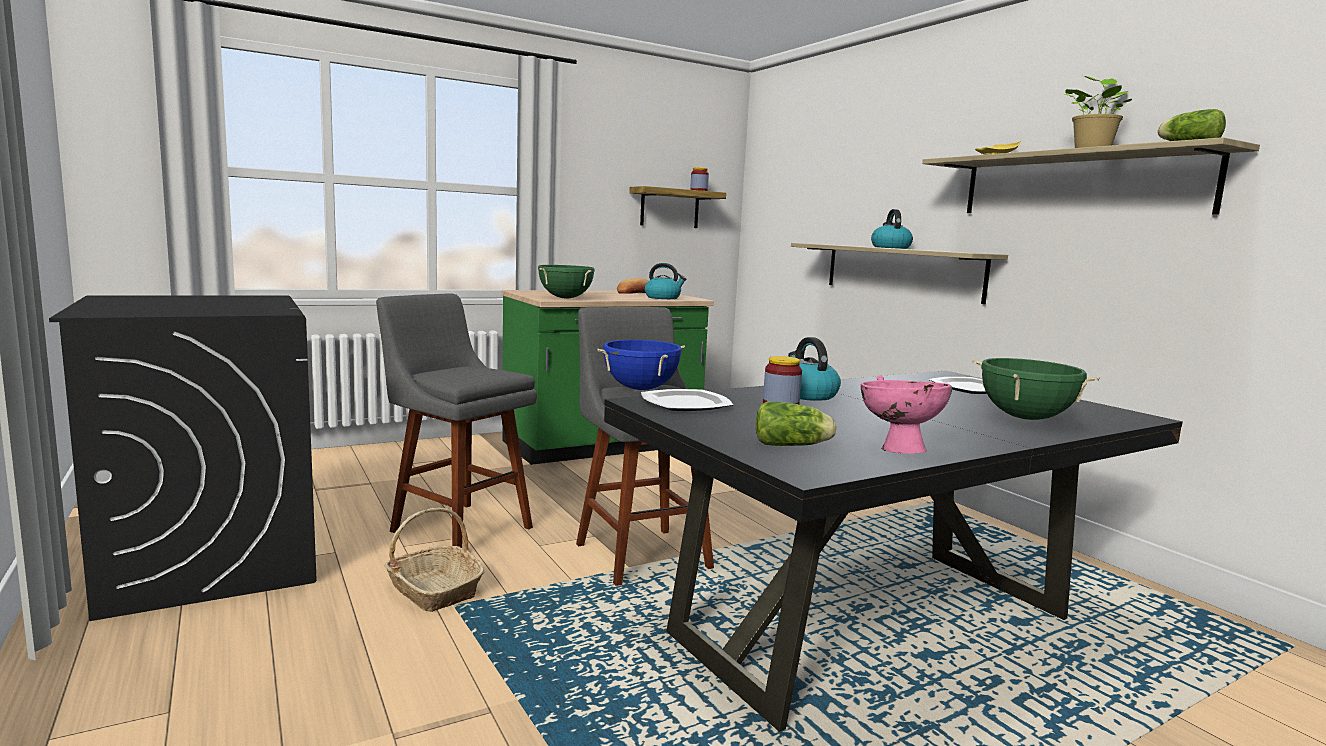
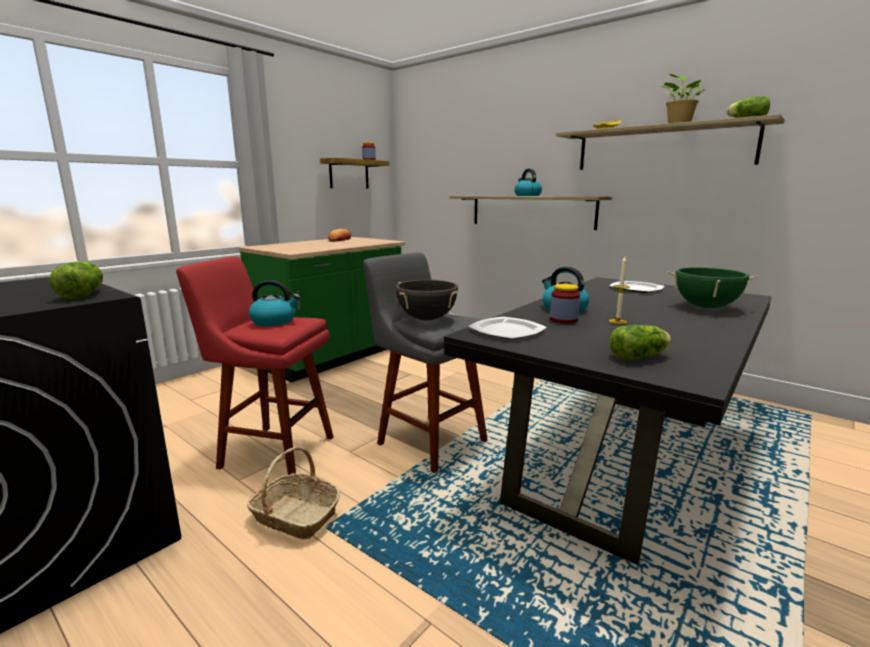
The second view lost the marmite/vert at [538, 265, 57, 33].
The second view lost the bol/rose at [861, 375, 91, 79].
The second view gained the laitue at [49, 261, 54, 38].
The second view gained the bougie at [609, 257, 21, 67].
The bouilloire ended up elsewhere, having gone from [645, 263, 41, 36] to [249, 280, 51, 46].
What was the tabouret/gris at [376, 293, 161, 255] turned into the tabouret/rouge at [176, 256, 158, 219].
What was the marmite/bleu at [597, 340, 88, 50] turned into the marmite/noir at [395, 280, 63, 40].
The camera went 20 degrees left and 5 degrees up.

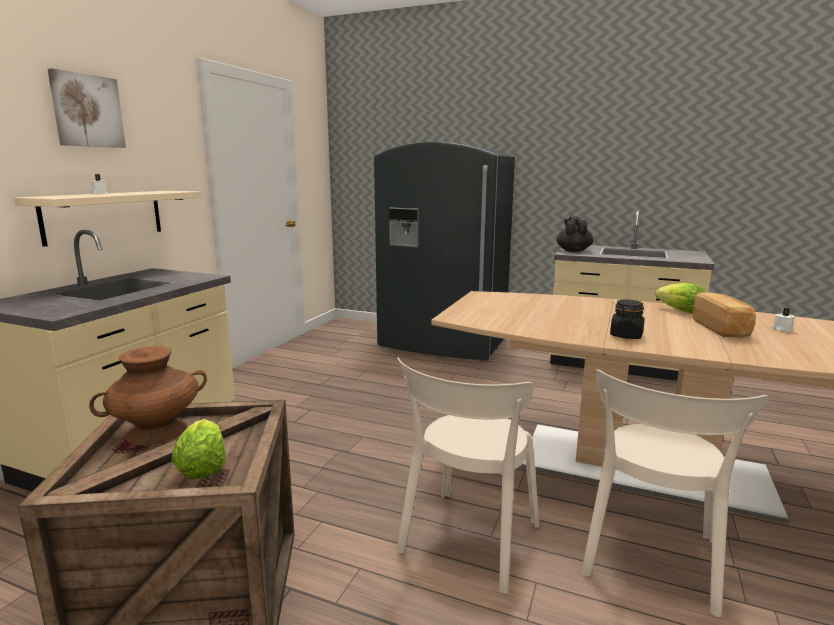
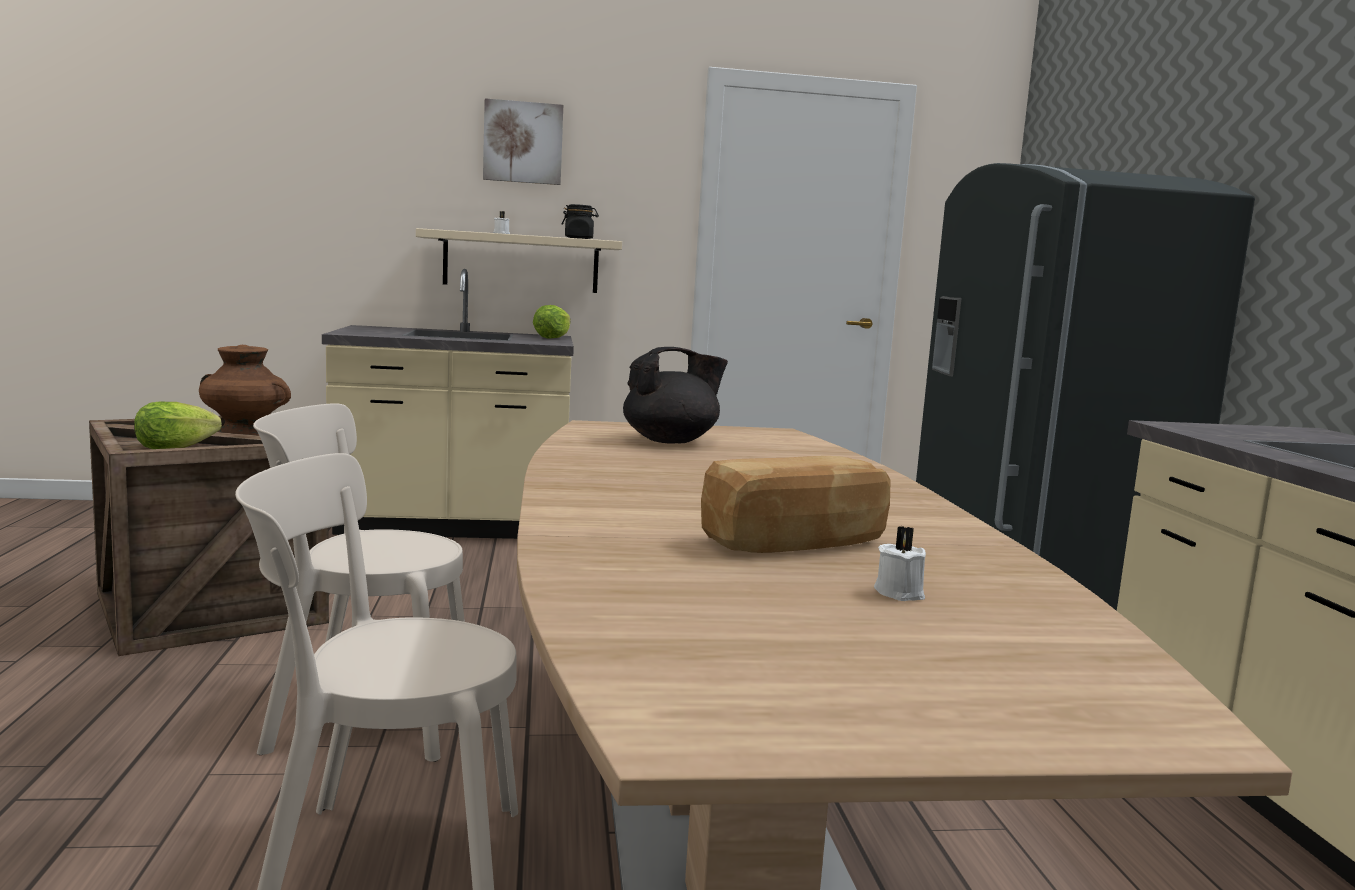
The théière/noir ended up elsewhere, having gone from [557, 217, 37, 35] to [623, 347, 105, 97].
The bocal/noir ended up elsewhere, having gone from [610, 300, 34, 39] to [562, 204, 37, 35].
The laitue ended up elsewhere, having gone from [655, 283, 51, 30] to [533, 305, 38, 34].
The camera went 60 degrees right and 5 degrees down.

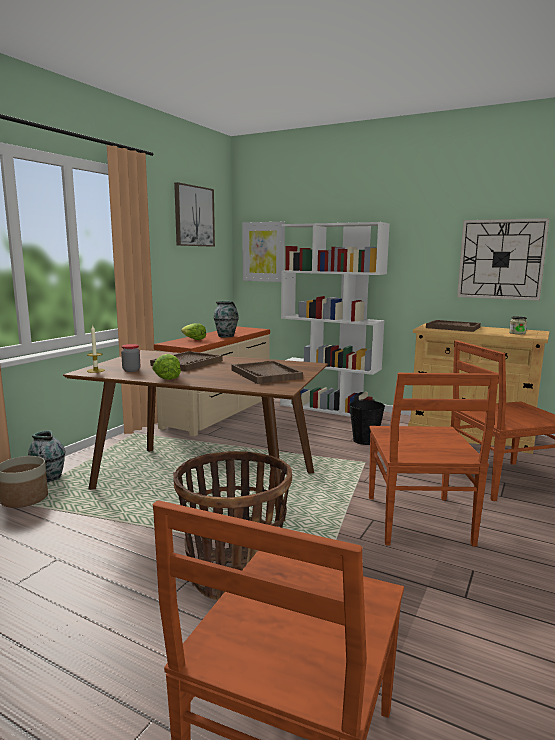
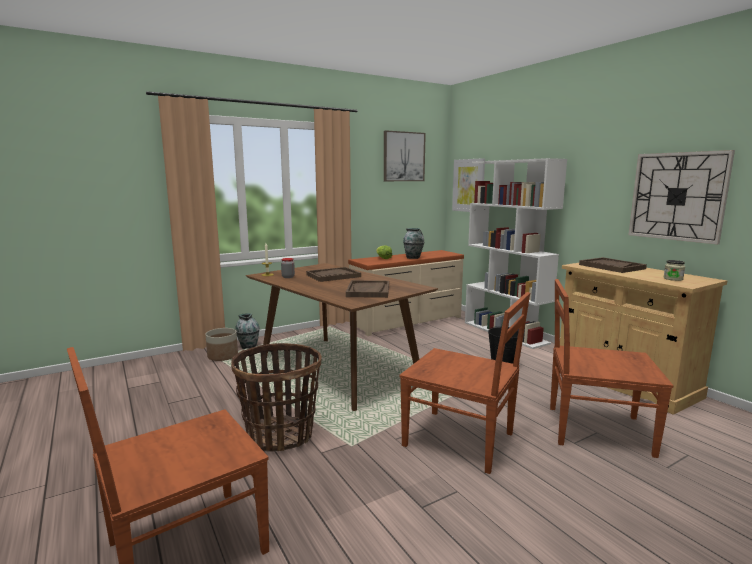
The second view lost the laitue at [153, 354, 28, 26].
The chaise/marron at [369, 373, 130, 174] ended up facing another way, 90 degrees counterclockwise from before.
The camera went 30 degrees right and 0 degrees up.

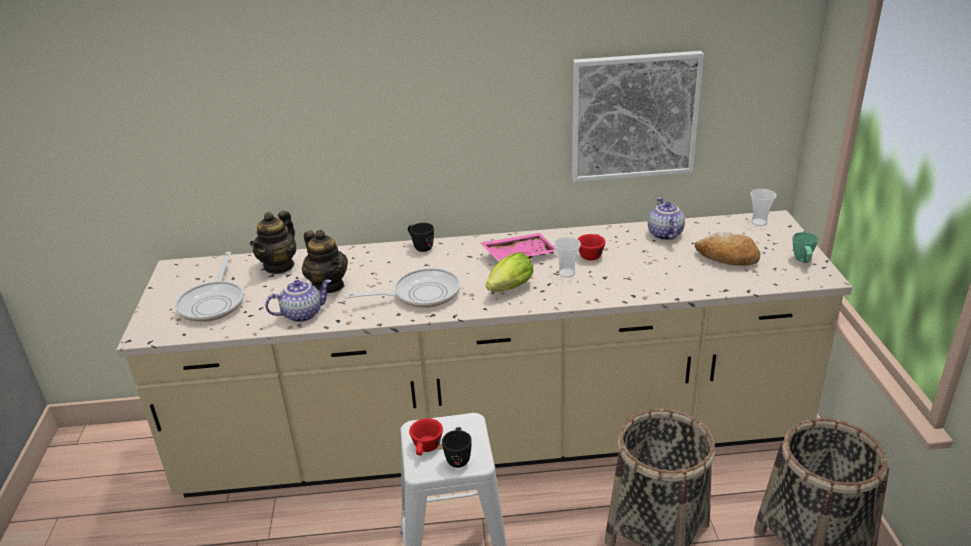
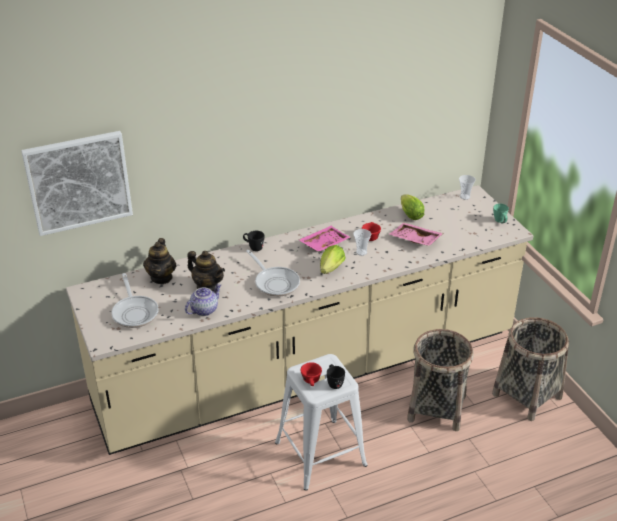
The second view lost the pain at [695, 232, 65, 34].
The second view gained the plateau/rose at [389, 223, 55, 23].
The tableau ended up elsewhere, having gone from [572, 51, 132, 131] to [21, 131, 112, 105].
Where the théière stood at [648, 198, 37, 42], the laitue came to stand at [401, 194, 23, 26].
The poêle at [345, 268, 115, 40] ended up facing another way, 90 degrees clockwise from before.
The camera went 20 degrees left and 5 degrees up.

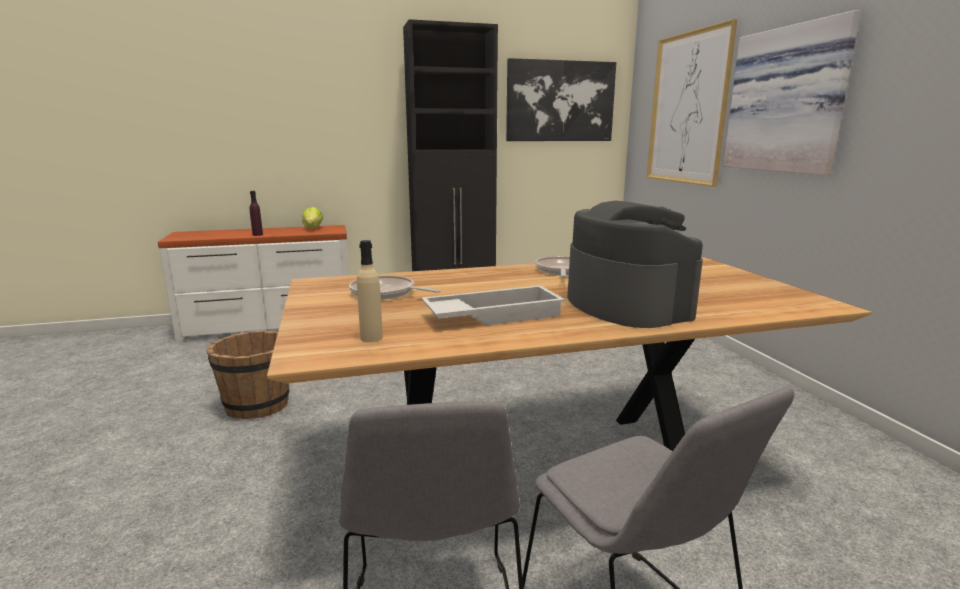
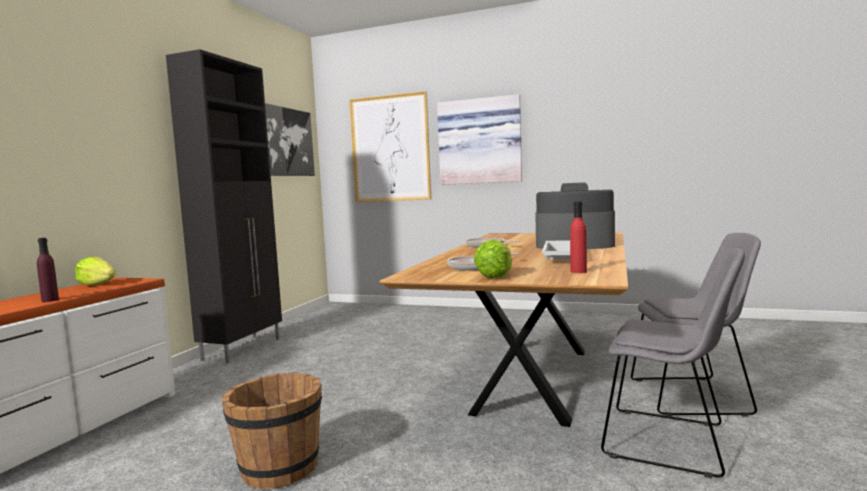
The second view gained the laitue at [474, 240, 38, 38].
What was the bouteille/beige at [357, 240, 26, 102] turned into the bouteille/rouge at [570, 201, 17, 72].
The camera went 55 degrees left and 10 degrees down.

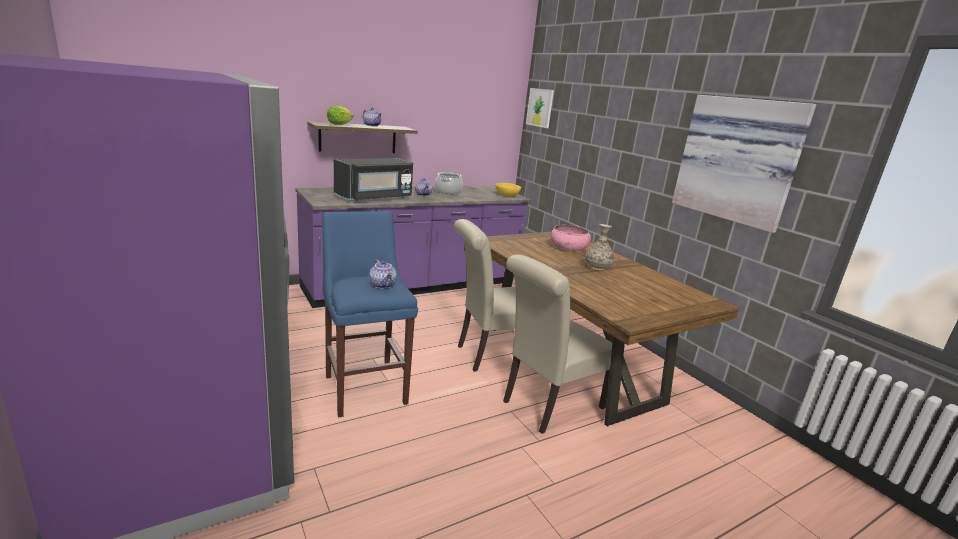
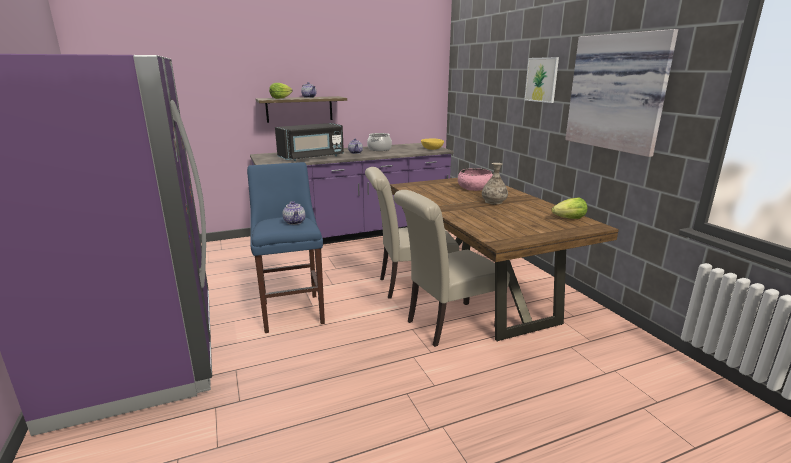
The second view gained the laitue at [551, 198, 36, 21].
The tableau ended up elsewhere, having gone from [526, 88, 28, 40] to [524, 57, 35, 46].
The camera went 10 degrees right and 0 degrees up.

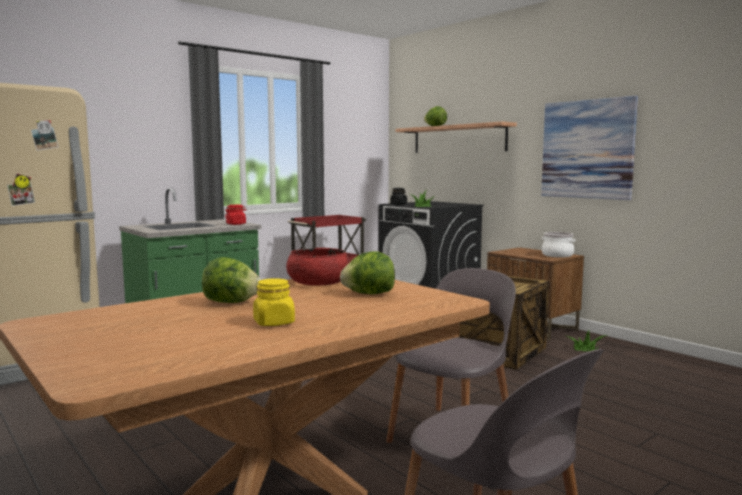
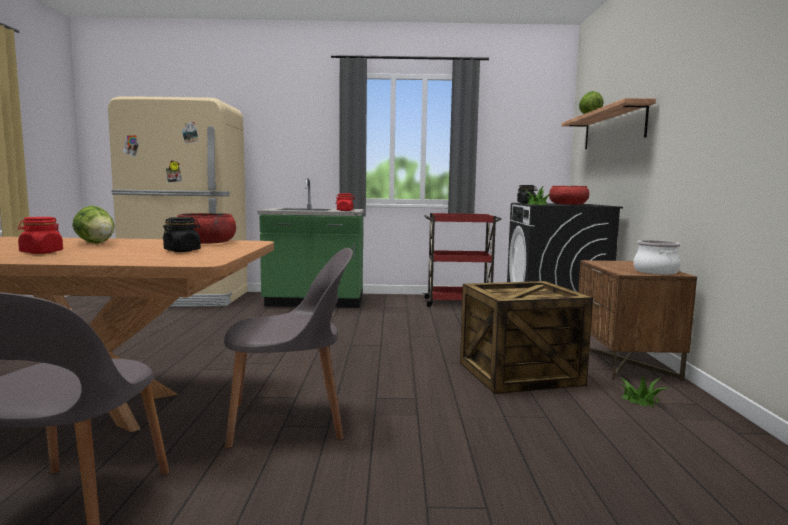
The second view lost the tableau at [541, 96, 97, 104].
The second view gained the bol/rouge at [549, 186, 40, 19].
Where the laitue stood at [340, 251, 55, 43], the bocal/noir came to stand at [163, 217, 38, 35].
What was the bocal/jaune at [253, 278, 42, 48] turned into the bocal/rouge at [18, 217, 45, 37].
The camera went 40 degrees right and 0 degrees up.

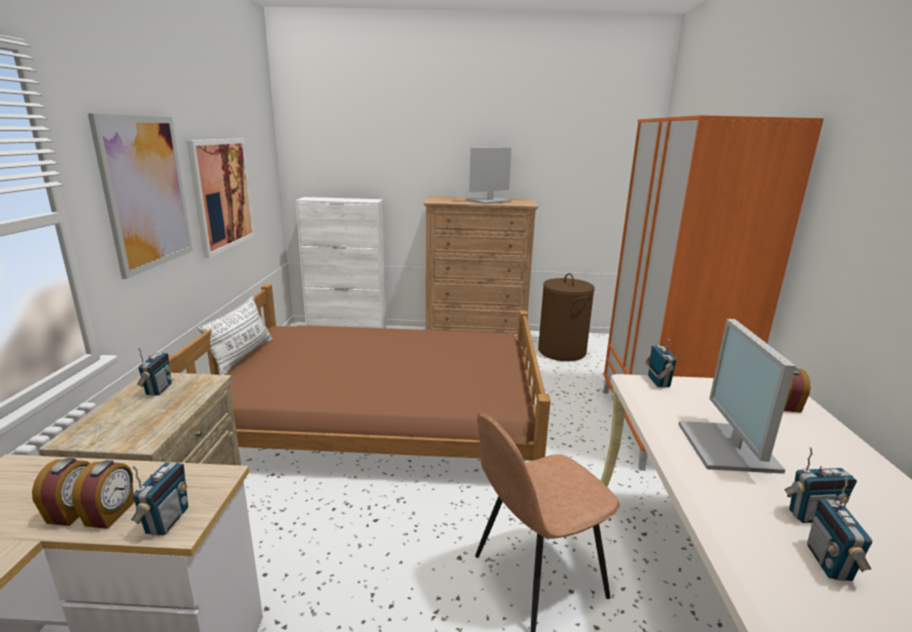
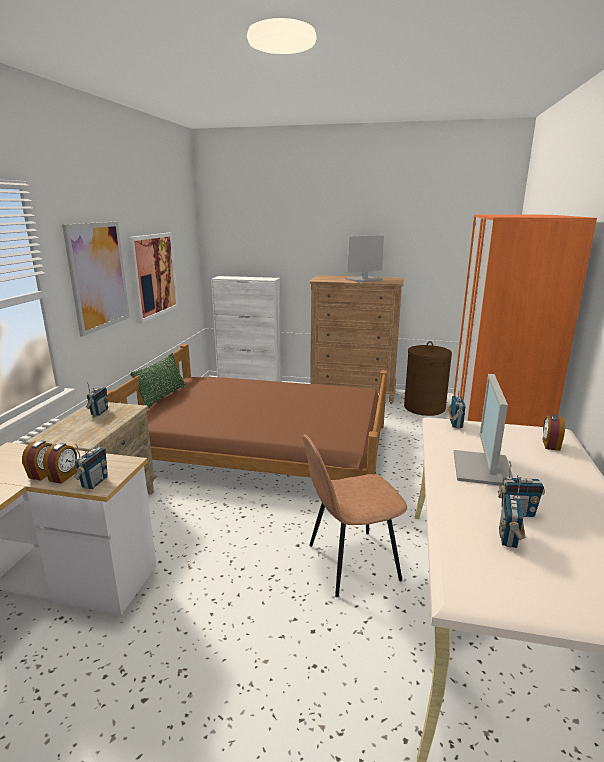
What was the coussin/blanc at [198, 296, 75, 79] turned into the coussin/vert at [130, 353, 56, 56].
The camera went 10 degrees right and 0 degrees up.

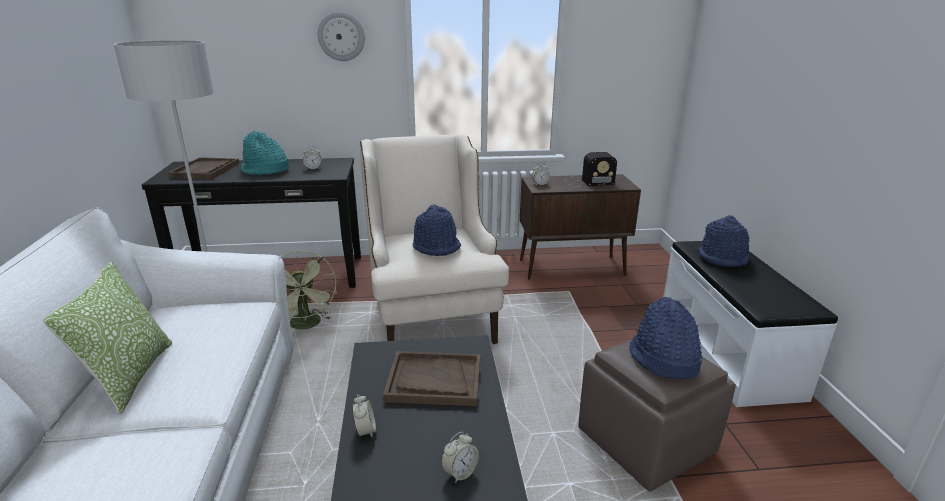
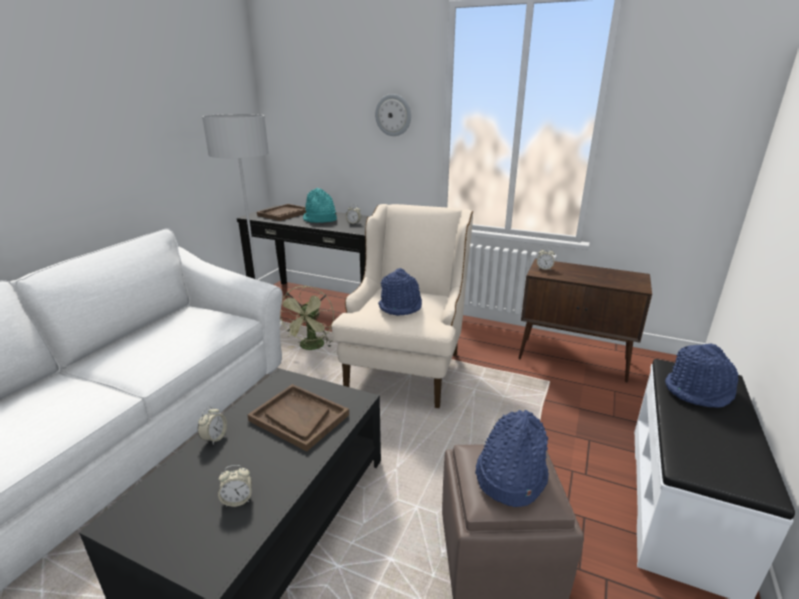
The second view lost the coussin at [43, 261, 129, 153].
The second view lost the radio at [565, 152, 52, 35].
The camera went 30 degrees right and 0 degrees up.

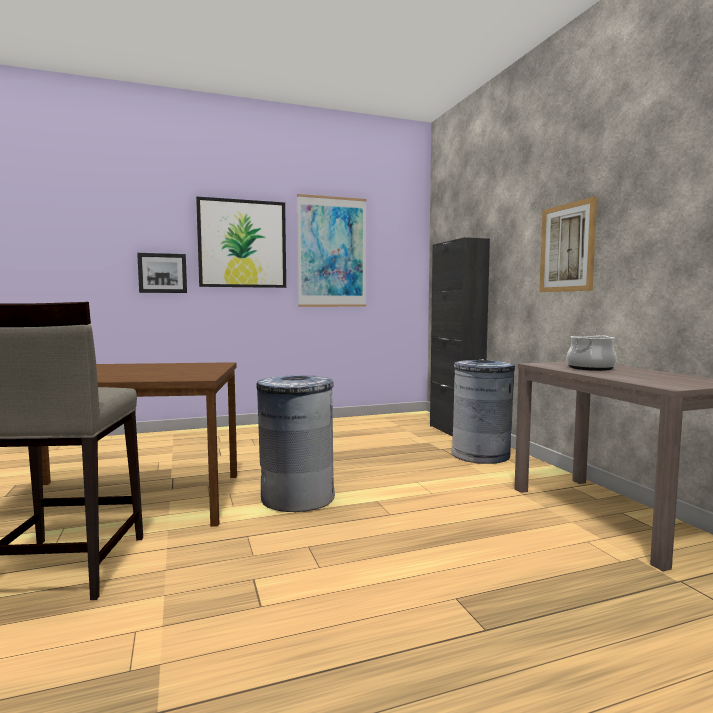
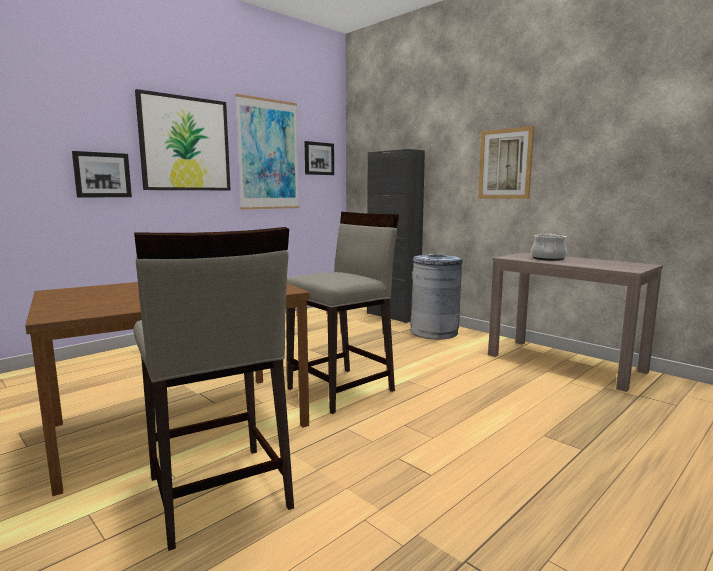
The second view gained the tableau at [305, 141, 29, 34].
Where the poubelle/gris stood at [256, 375, 79, 137], the tabouret/beige came to stand at [286, 212, 113, 202].
The camera went 25 degrees left and 5 degrees up.

